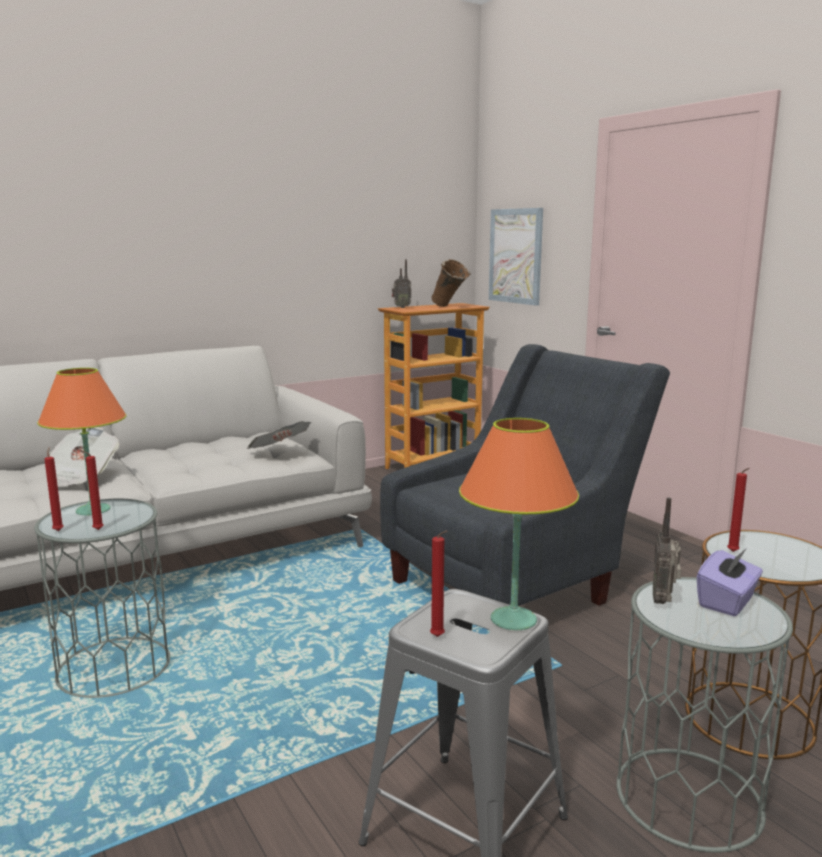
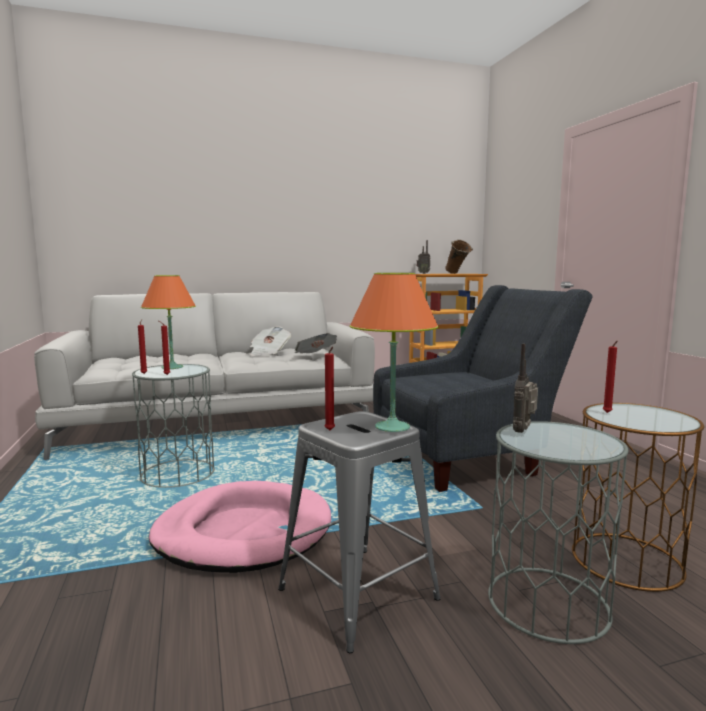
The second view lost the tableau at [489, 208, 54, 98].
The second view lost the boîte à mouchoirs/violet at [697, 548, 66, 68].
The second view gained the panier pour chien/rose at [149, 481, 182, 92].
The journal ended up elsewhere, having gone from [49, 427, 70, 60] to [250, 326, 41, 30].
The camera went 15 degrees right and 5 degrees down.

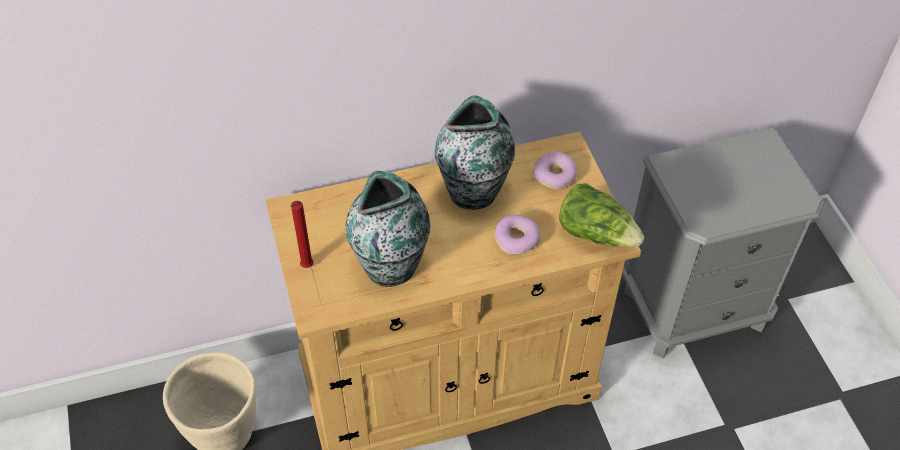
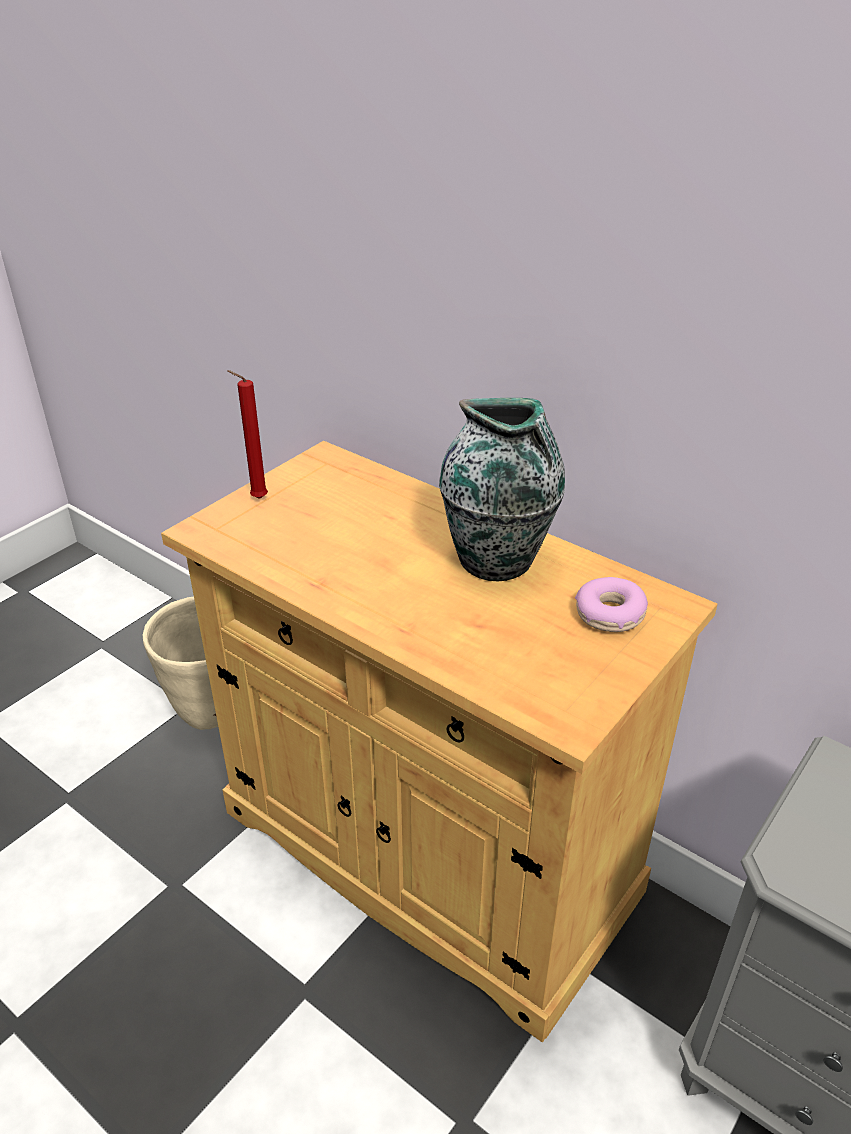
The second view lost the vase at [345, 171, 86, 116].
The second view lost the beignet at [495, 214, 45, 41].
The second view lost the laitue at [559, 183, 85, 64].
The camera went 55 degrees right and 15 degrees down.

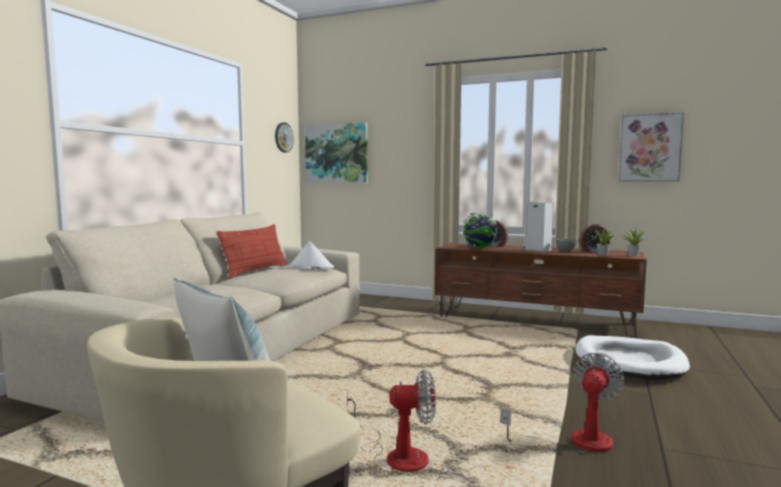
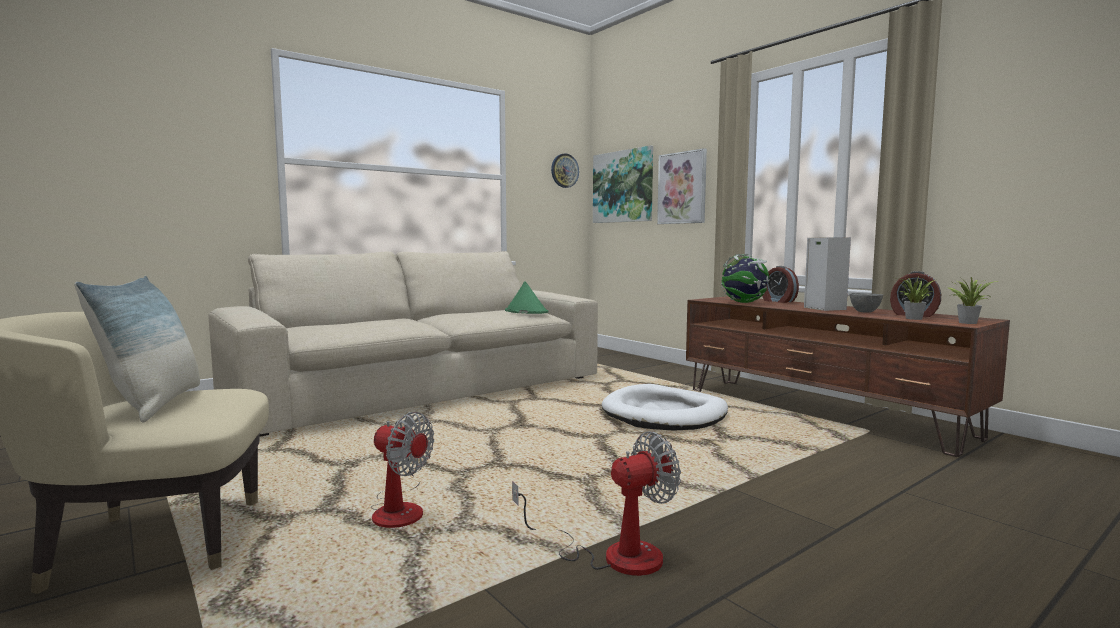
The second view lost the coussin at [217, 224, 71, 55].
The panier pour chien/blanc ended up elsewhere, having gone from [575, 335, 115, 45] to [602, 384, 126, 47].
The tableau ended up elsewhere, having gone from [619, 112, 65, 69] to [657, 148, 50, 76].
What was the chapeau/blanc at [288, 241, 46, 29] turned into the chapeau/vert at [505, 281, 43, 33].
The camera went 30 degrees right and 0 degrees up.

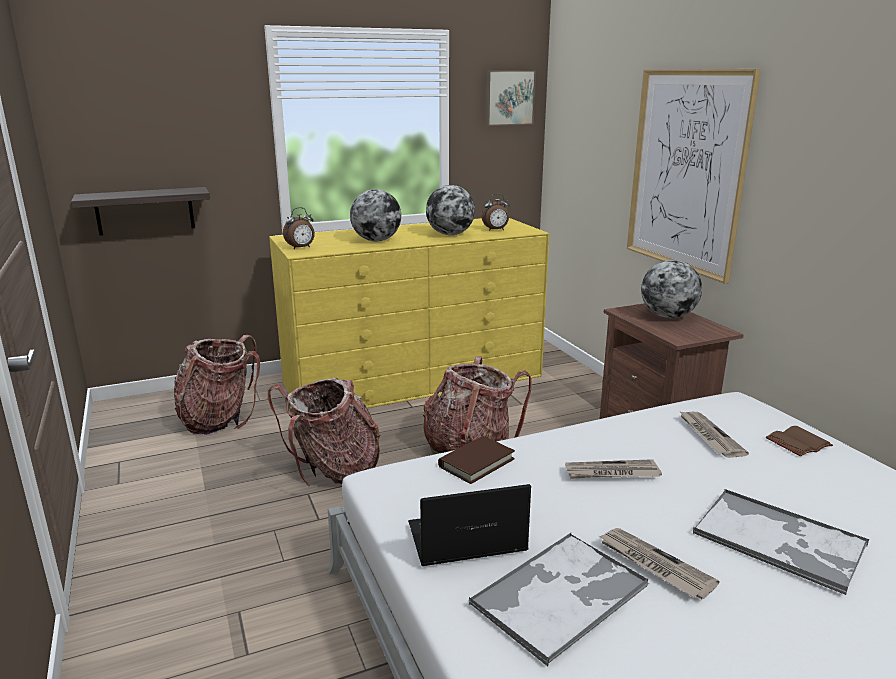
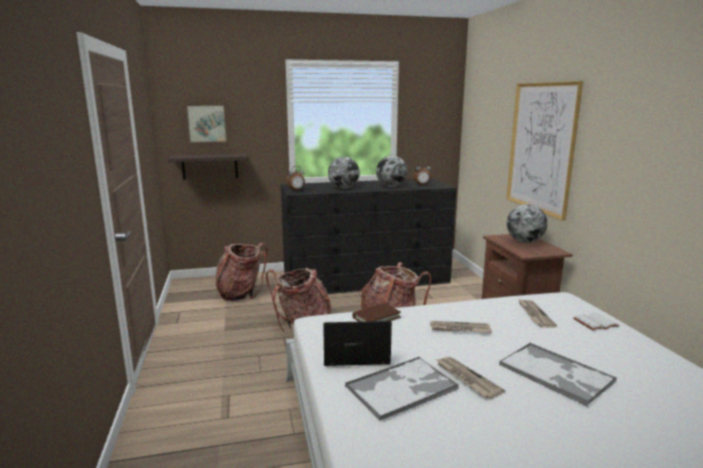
The tableau ended up elsewhere, having gone from [485, 70, 51, 56] to [186, 105, 41, 38].
What was the commode/jaune at [269, 218, 280, 190] turned into the commode/noir at [281, 178, 175, 116].
What was the livre/marron at [766, 426, 67, 30] turned into the livre/blanc at [573, 313, 46, 17].
The camera went 10 degrees right and 5 degrees down.

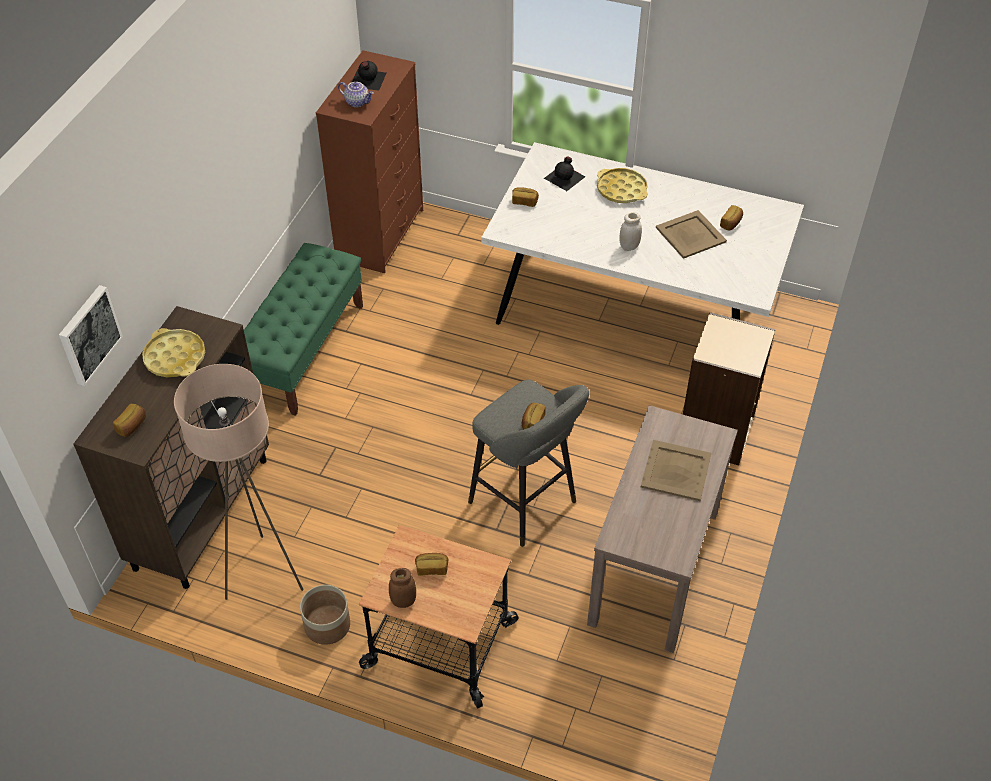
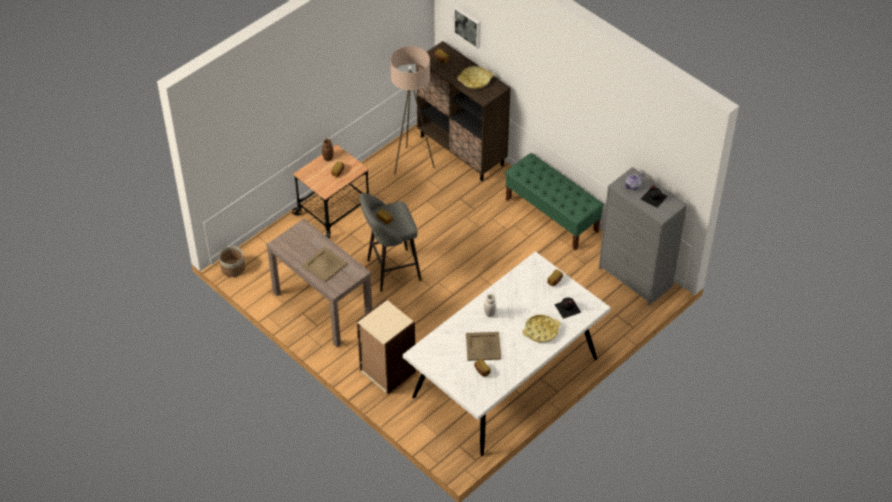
The cache-pot ended up elsewhere, having gone from [300, 585, 50, 60] to [219, 246, 26, 31].
What was the commode/marron at [316, 50, 107, 223] turned into the commode/gris at [599, 167, 88, 139].
The camera went 115 degrees right and 0 degrees up.

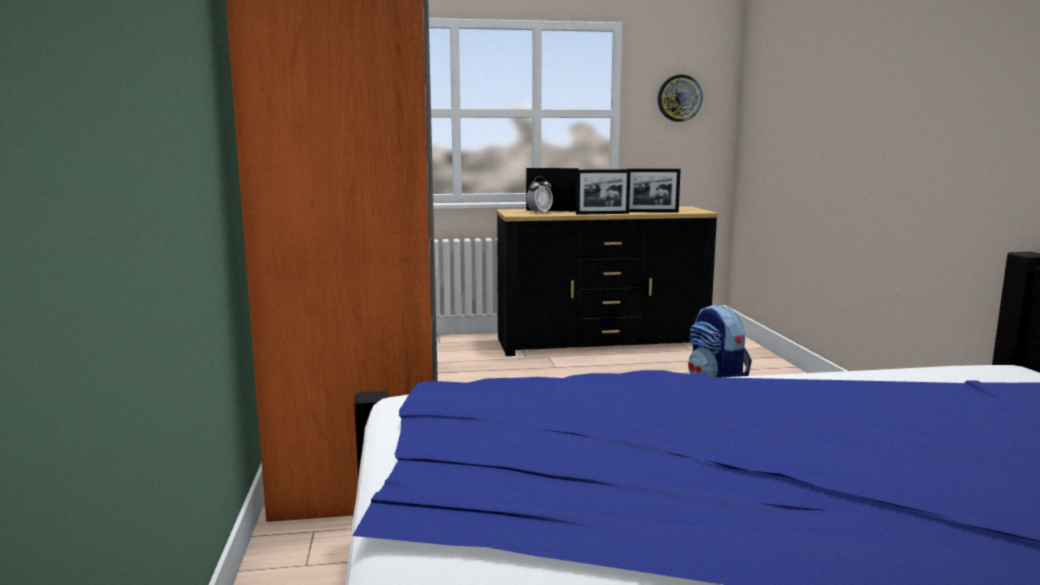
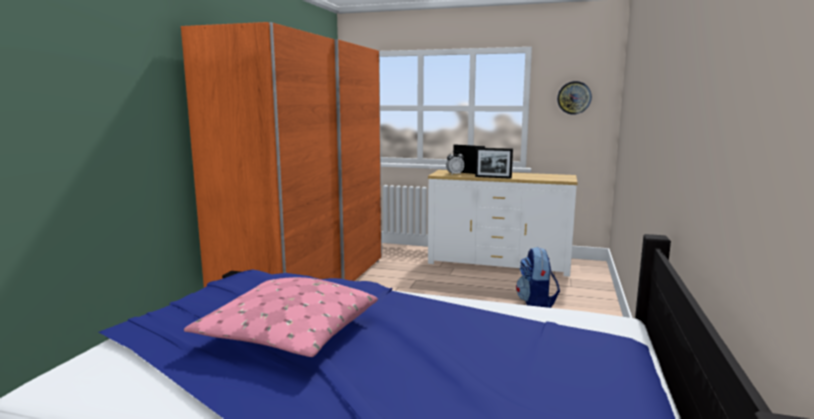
The second view lost the cadre photo at [629, 169, 52, 43].
The second view gained the coussin/rose at [184, 277, 194, 80].
What was the commode/noir at [496, 206, 222, 150] turned into the commode/blanc at [428, 170, 150, 107].
The camera went 25 degrees right and 0 degrees up.

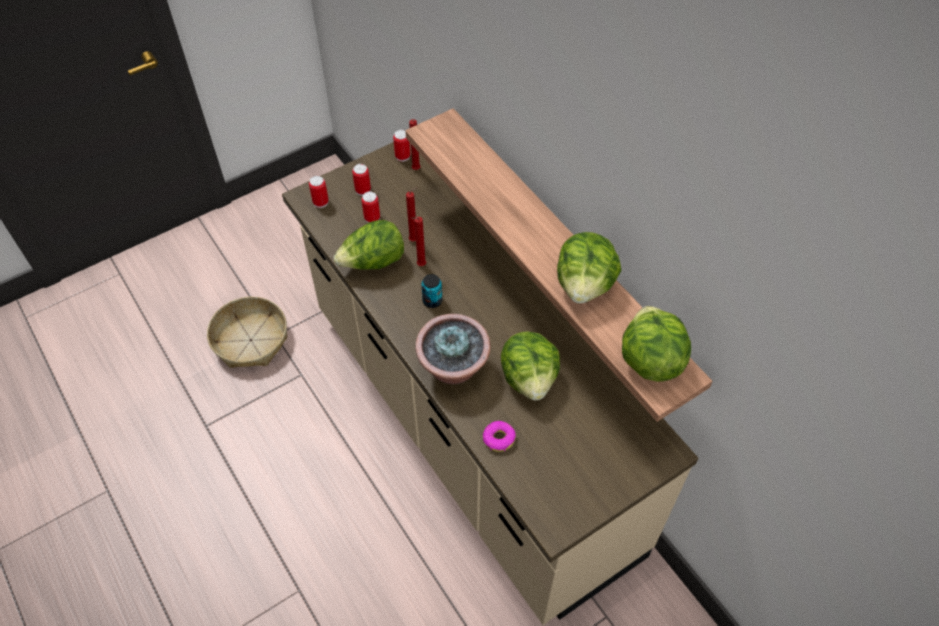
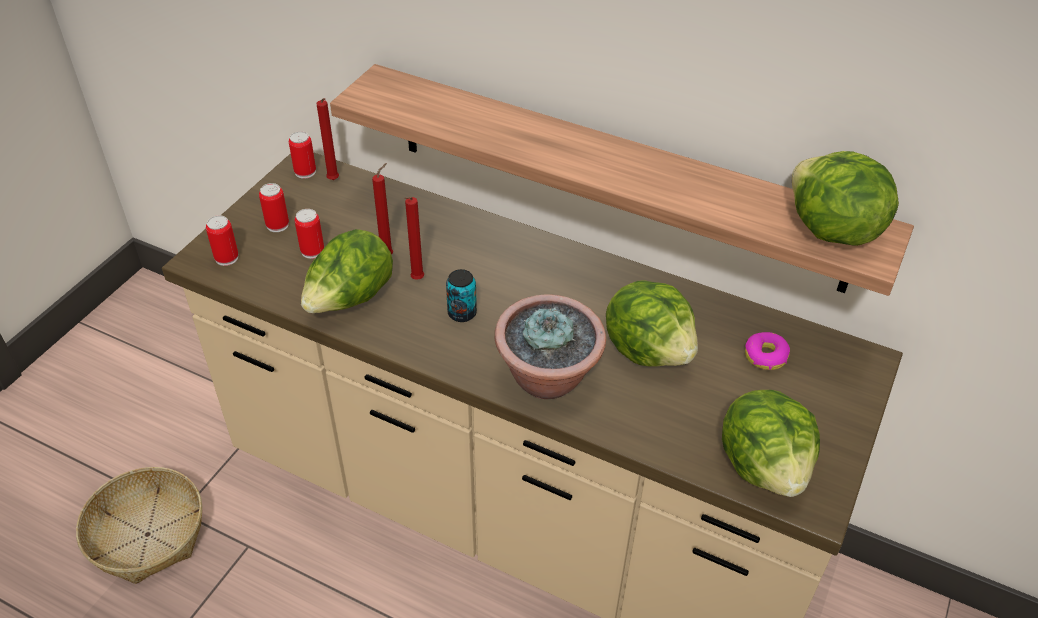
The beignet ended up elsewhere, having gone from [483, 421, 33, 31] to [745, 332, 45, 38].
The laitue ended up elsewhere, having gone from [557, 232, 64, 72] to [722, 390, 98, 107].
The camera went 30 degrees left and 10 degrees down.

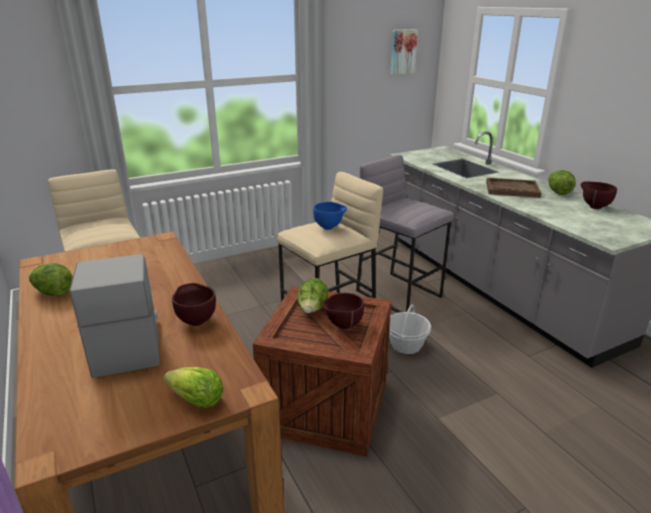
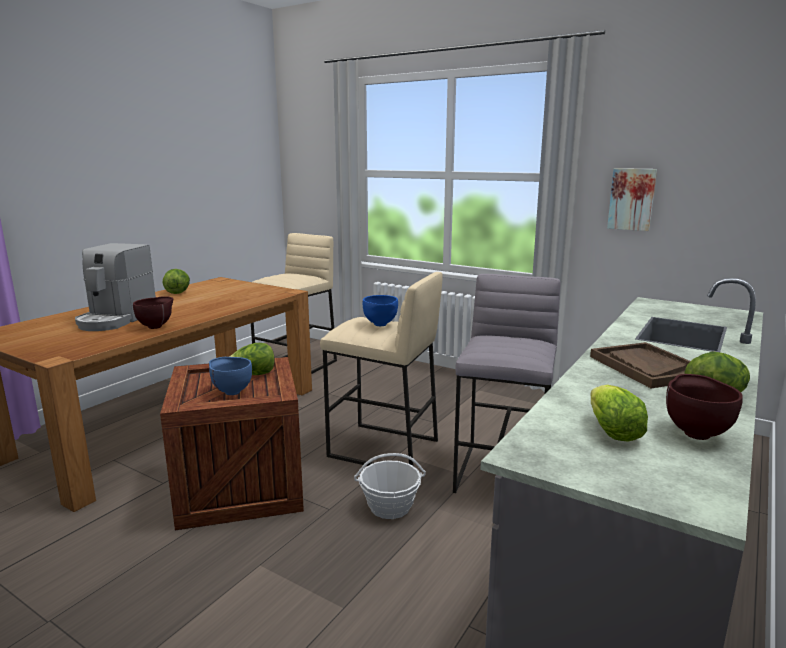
The laitue ended up elsewhere, having gone from [163, 367, 61, 41] to [590, 385, 58, 56].
The tableau ended up elsewhere, having gone from [391, 29, 27, 46] to [607, 168, 50, 63].
What was the bol/marron at [322, 293, 42, 36] turned into the bol/bleu at [209, 357, 43, 38].
The machine à café at [70, 254, 90, 124] ended up facing another way, 150 degrees clockwise from before.
The camera went 60 degrees right and 10 degrees down.

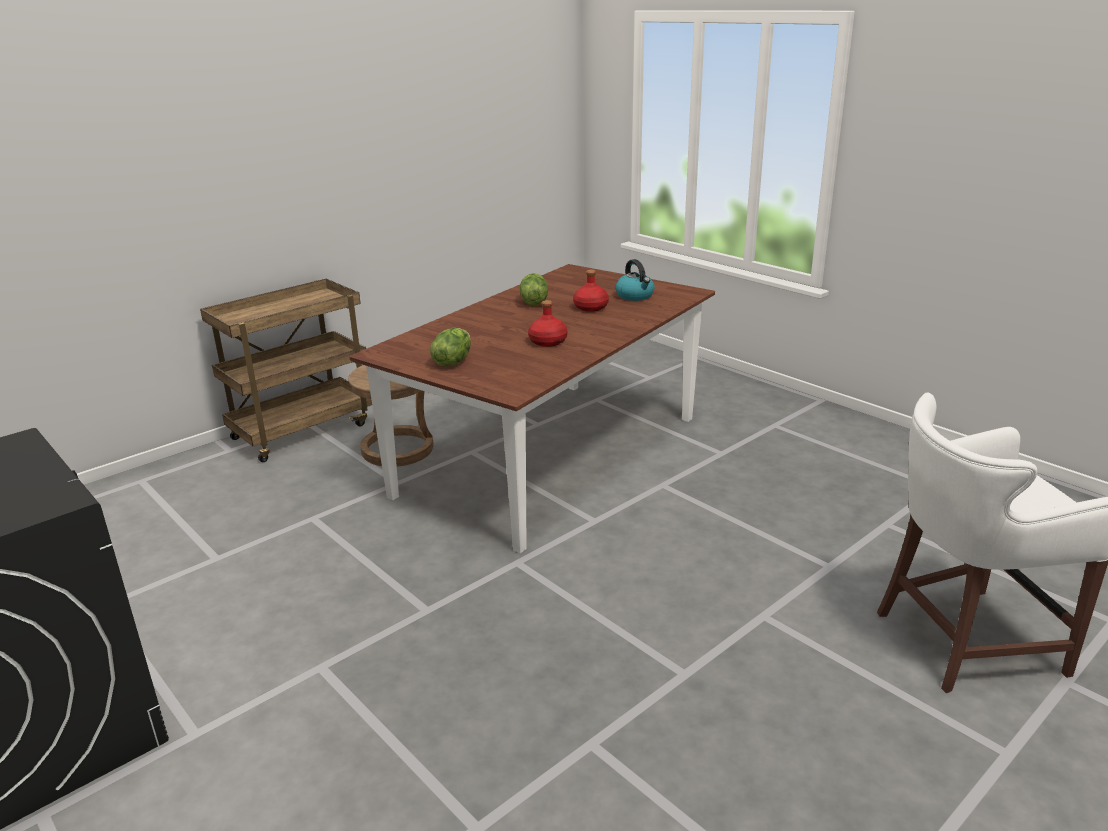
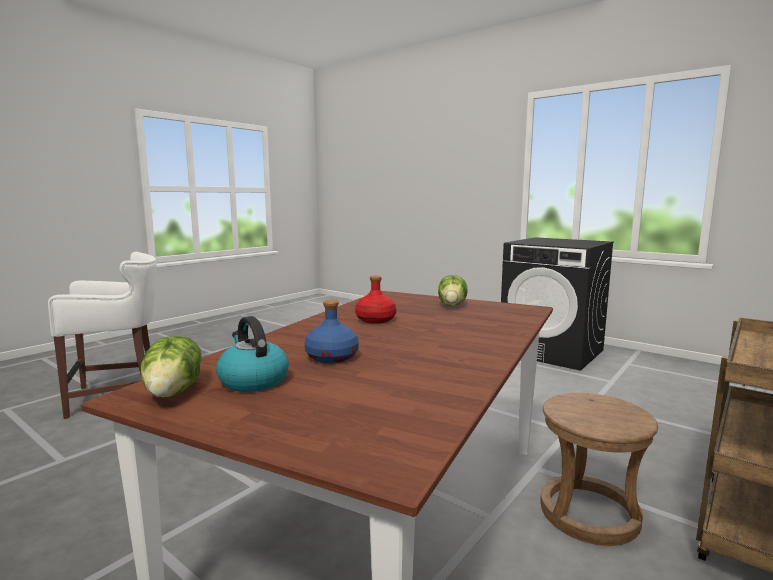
The laitue ended up elsewhere, having gone from [520, 273, 28, 32] to [141, 336, 61, 61].
What was the bouteille/rouge at [573, 270, 36, 42] turned into the bouteille/bleu at [304, 300, 55, 63].
The camera went 170 degrees right and 15 degrees down.

